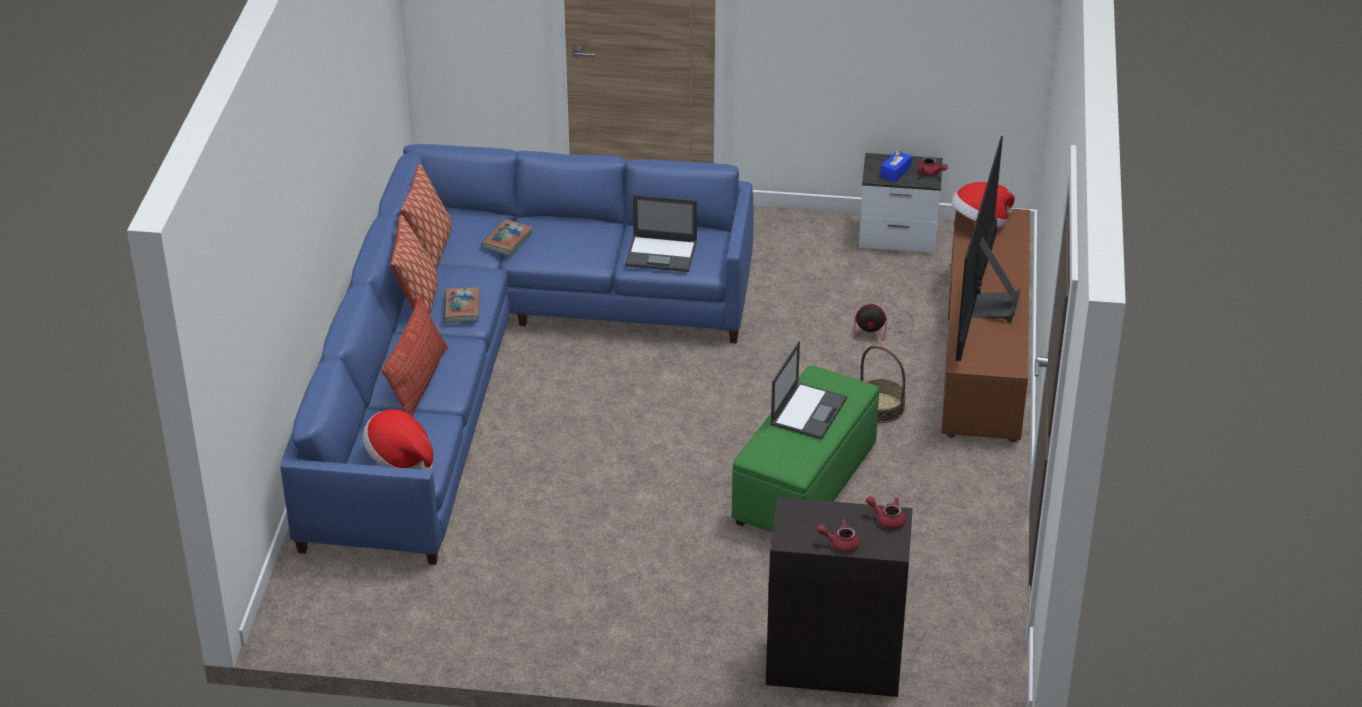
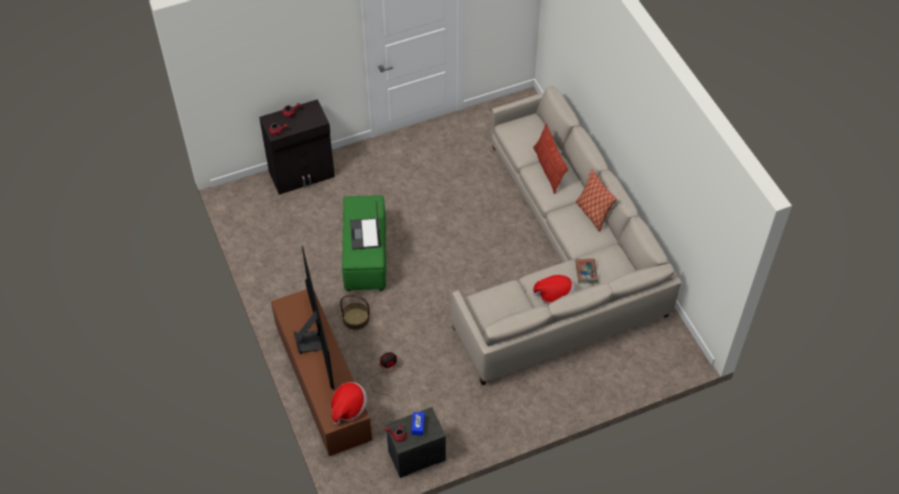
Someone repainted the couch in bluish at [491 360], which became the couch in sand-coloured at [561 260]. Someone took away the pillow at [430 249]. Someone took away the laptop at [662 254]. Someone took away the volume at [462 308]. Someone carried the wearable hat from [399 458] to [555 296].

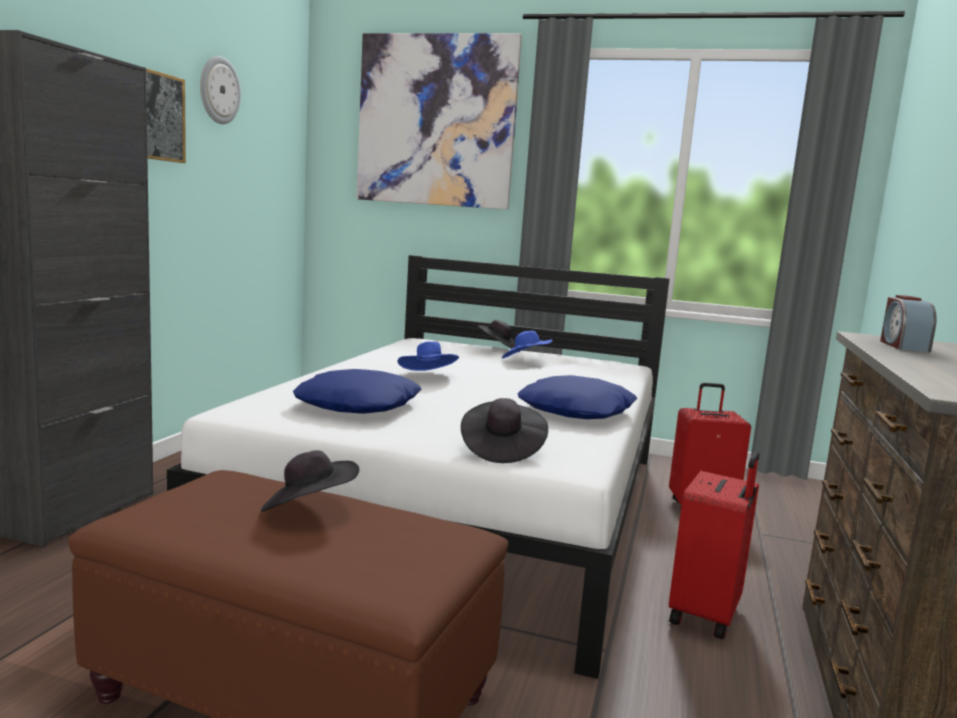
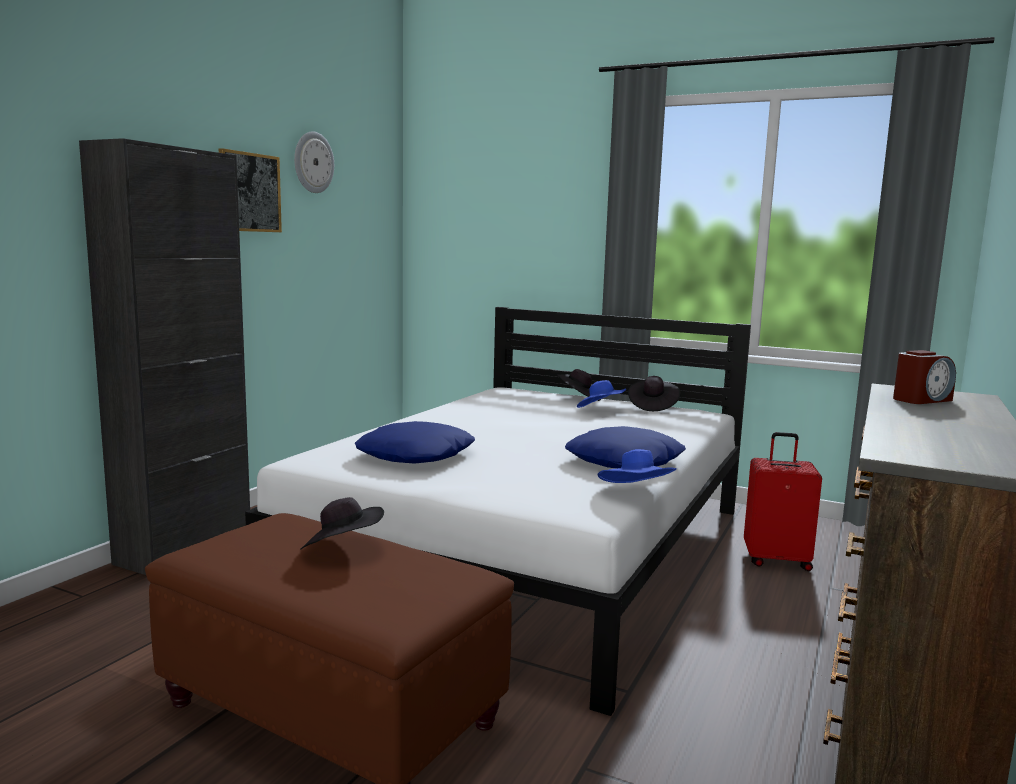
Someone took away the wall art at [436 121]. Someone rotated the table clock at [903 346] by 135 degrees counterclockwise. Someone carried the wearable hat in bluish from [428 376] to [636 493]. Someone carried the wearable hat in black from [501 450] to [652 406]. Someone took away the piece of luggage in red at [707 615].

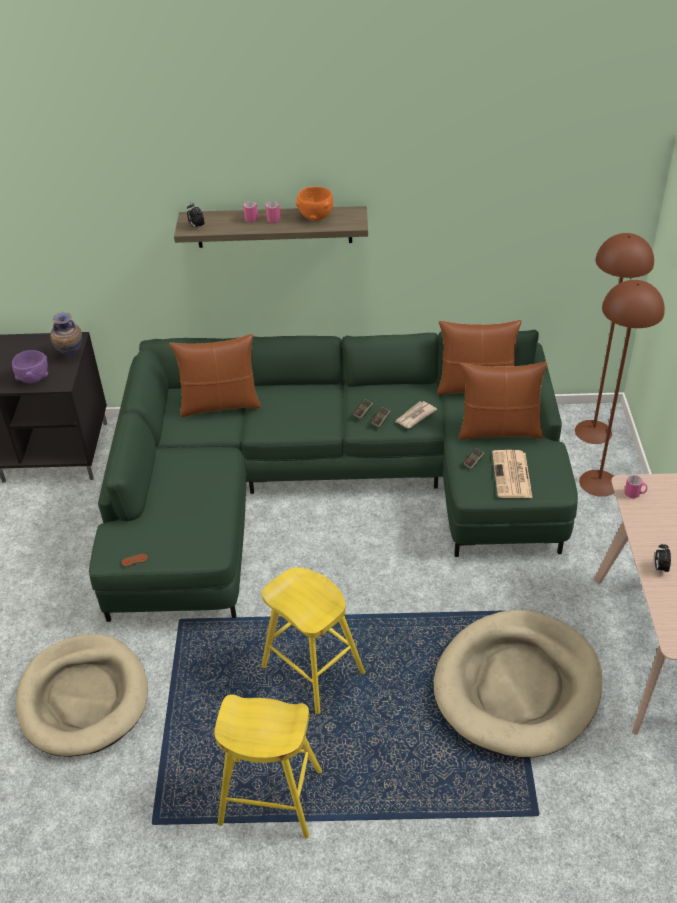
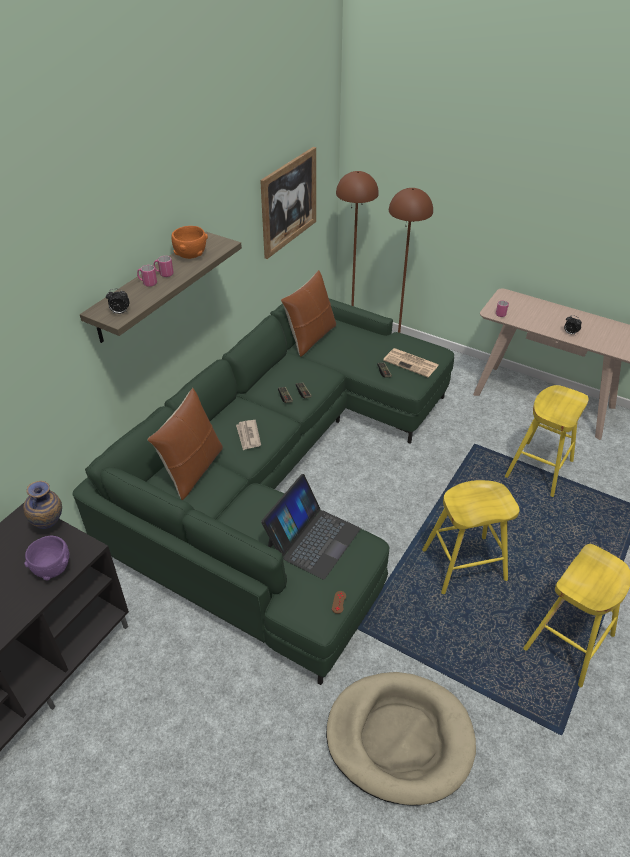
Someone took away the pillow in brownish at [499 430]. Someone carried the printed paper from [414 416] to [248 436]. Someone swapped the pet bed in sand-coloured at [517 686] for the stool seat in yellow-coloured at [539 469]. Someone put up the wall art at [289 202]. Someone put down the laptop at [312 539].

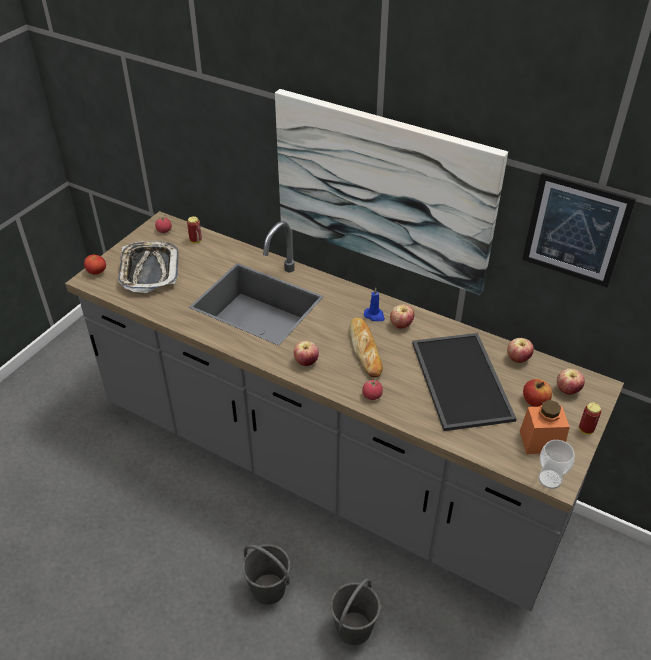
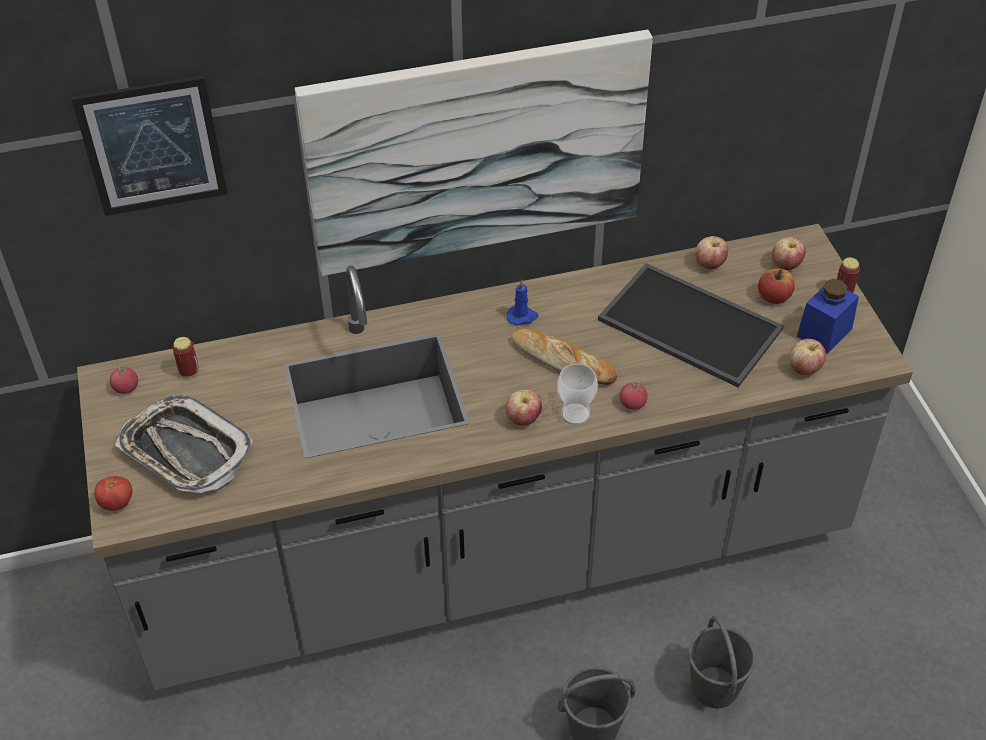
Someone carried the wall art from [575 230] to [152 146]. Someone carried the apple fruit from [401 325] to [804 369]. Someone repainted the storage jar in orangey at [541 441], which became the storage jar in bluish at [824 332]. Someone carried the cup from [550 479] to [575 414].

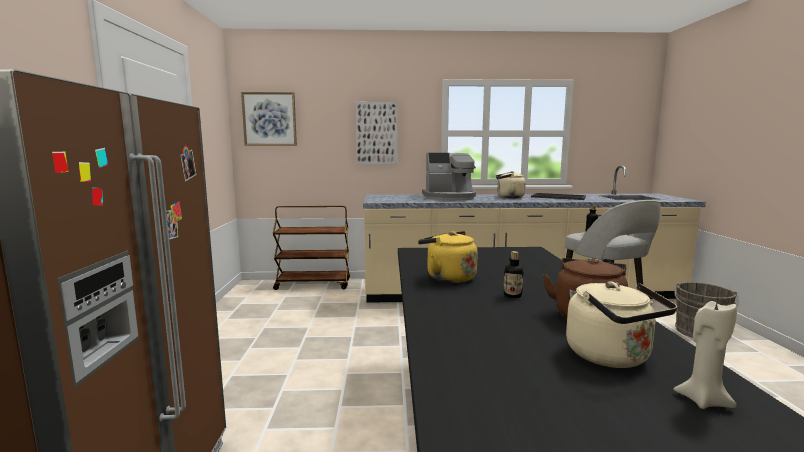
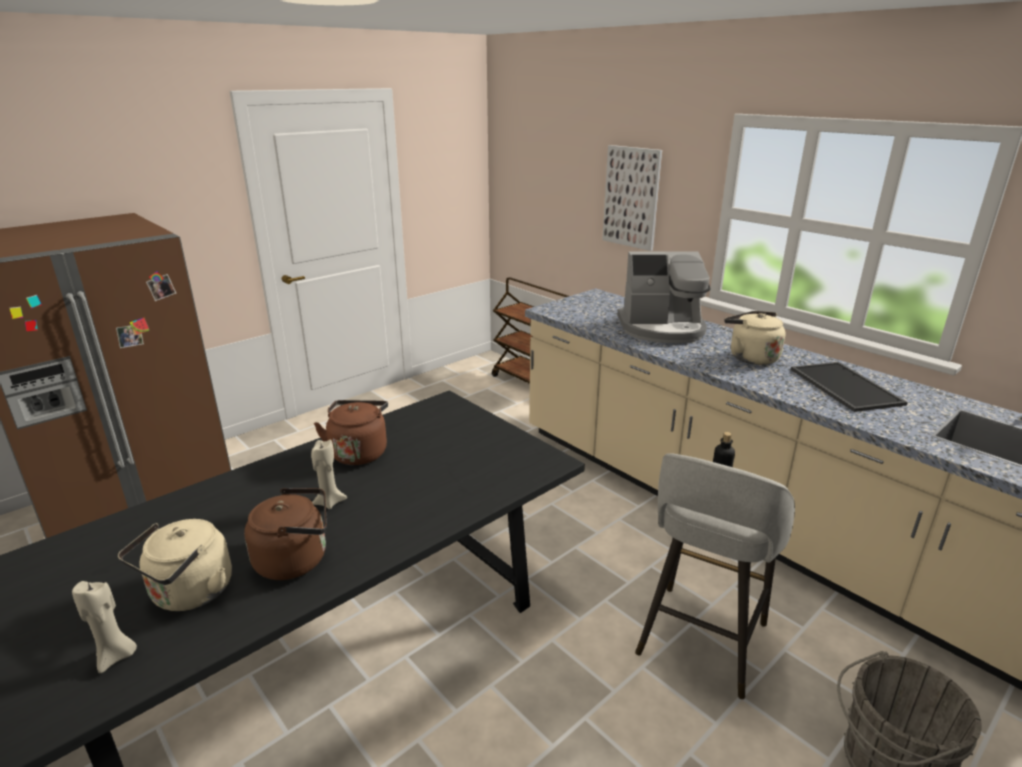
Someone took away the wall art at [269 119]. Someone rotated the coffee machine at [449 197] by 45 degrees counterclockwise. Someone repainted the kettle in yellow-coloured at [448 277], which became the kettle in brownish at [359 452]. Someone swapped the drink bottle at [512 295] for the candle in sand-coloured at [329 502].

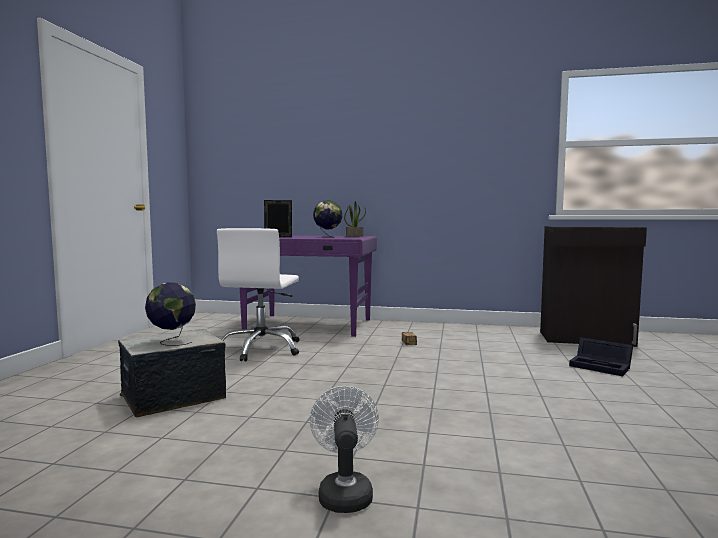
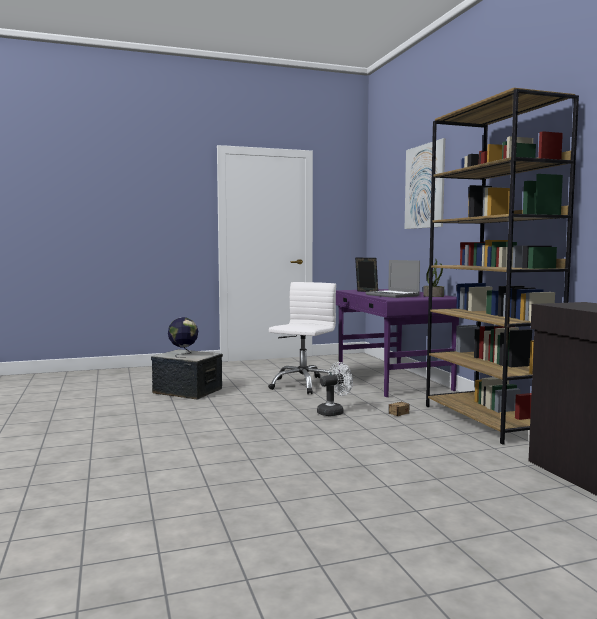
Someone swapped the desk globe at [328 237] for the laptop at [393 295]. Someone rotated the desk chair in white at [262 349] by 135 degrees clockwise. Someone took away the storage container in black at [602 366]. Someone carried the cooling fan in white from [344 492] to [333 412]. Someone put down the bookshelf in brownish at [489 420]. Someone put up the wall art at [424 186].

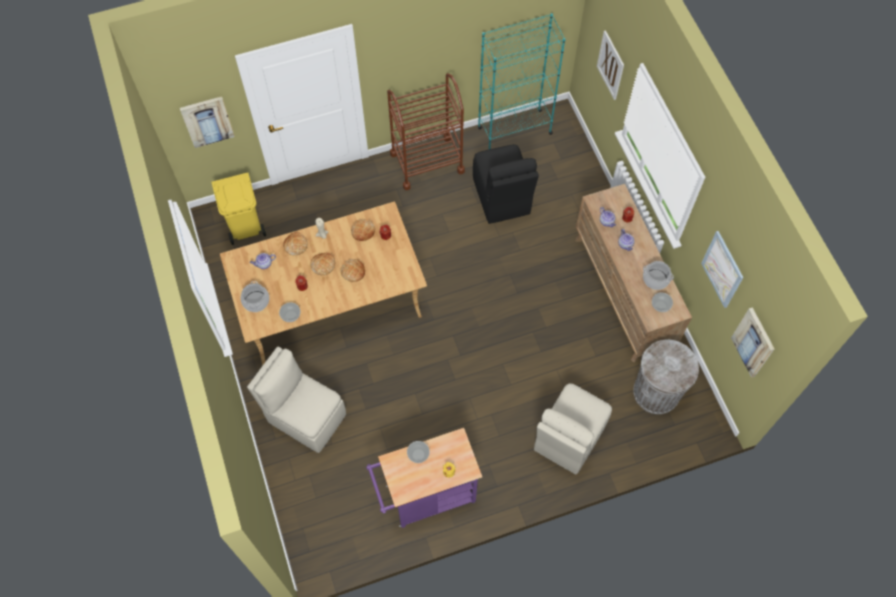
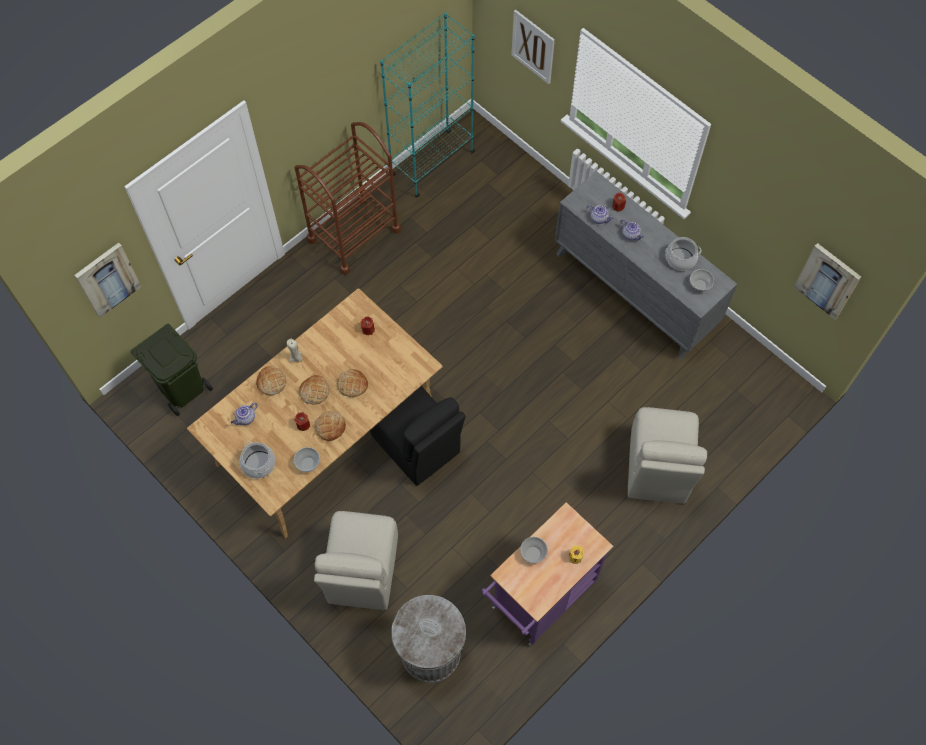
Someone carried the plain chair in black from [501 197] to [416 445]. Someone repainted the waste bin in yellow-coloured at [246 226], which became the waste bin in green at [183 388]. Someone repainted the dresser in brownish at [623 292], which became the dresser in gray at [634 291]. Someone carried the bread from [363 231] to [330 427]. Someone took away the wall art at [722 269]. Someone carried the waste bin in gray from [656 392] to [431 652]. Someone rotated the plain chair in sand-coloured at [305 416] by 90 degrees counterclockwise.

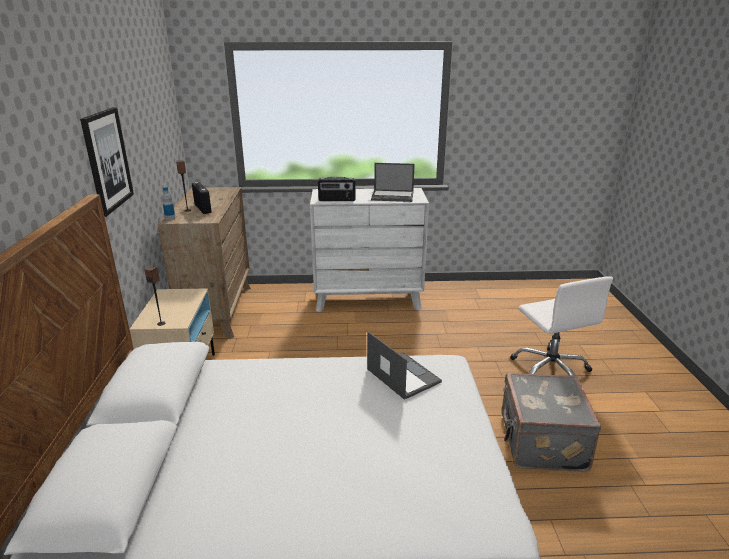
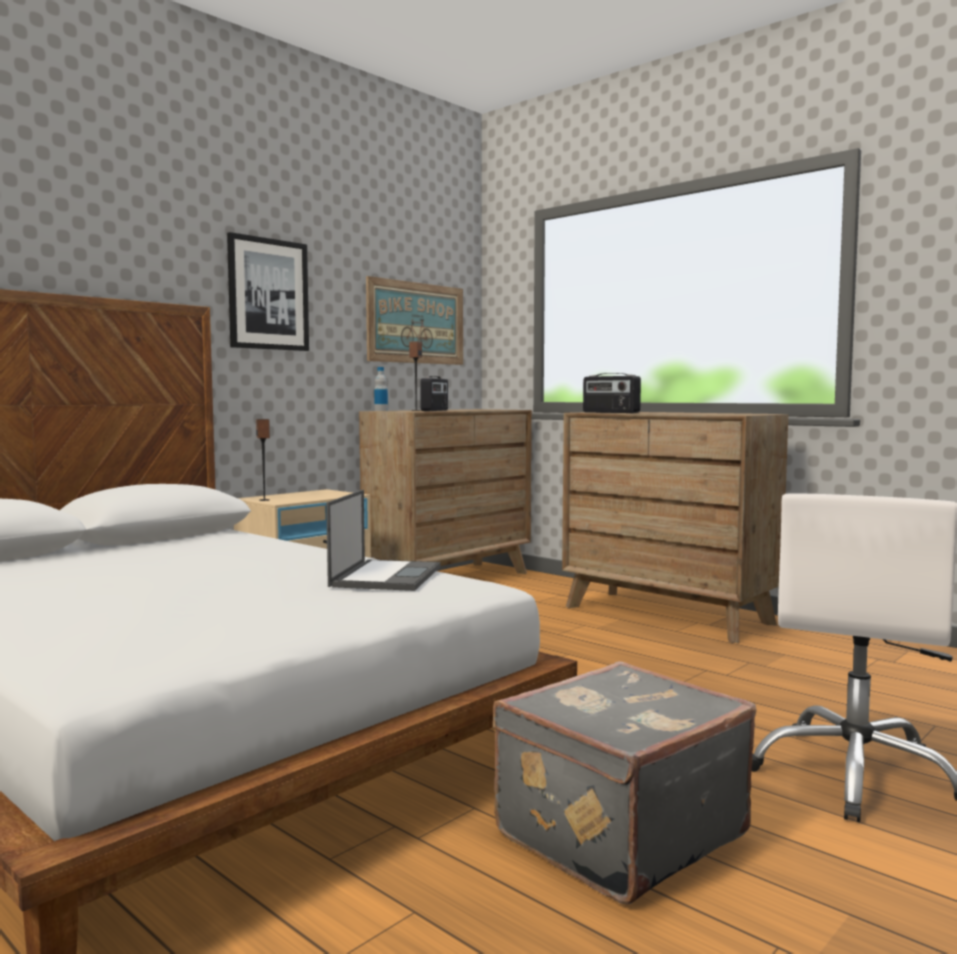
Someone took away the laptop at [393 196]. Someone repainted the dresser in white at [368 299], which became the dresser in brownish at [667 615]. Someone put up the wall art at [416 323].

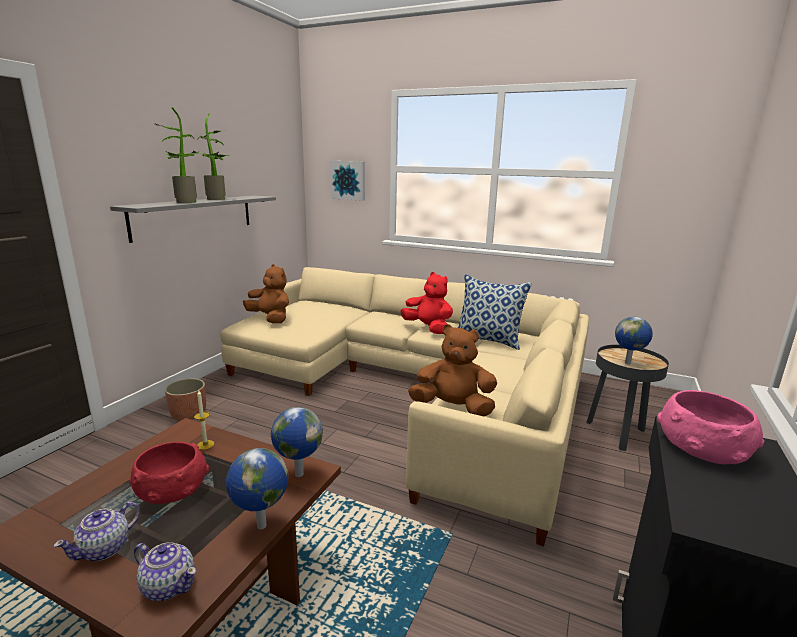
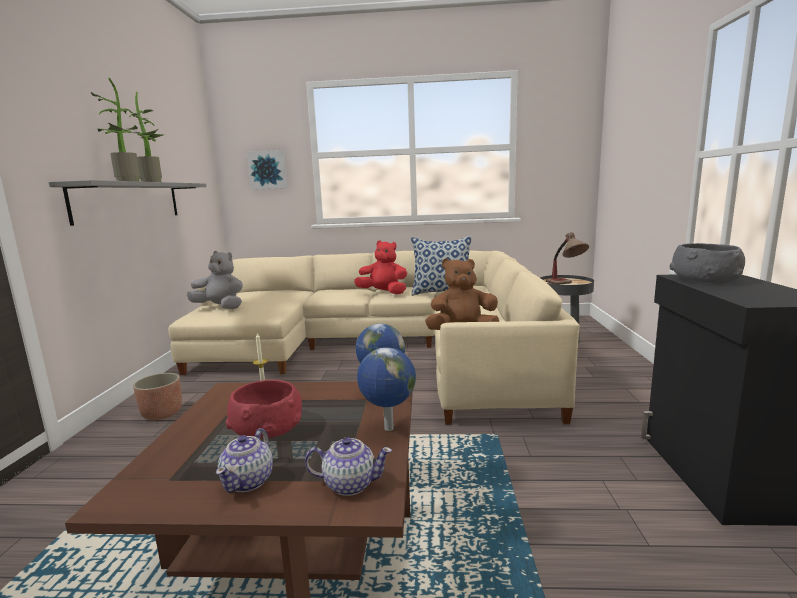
Someone repainted the cuddly toy in brownish at [270 319], which became the cuddly toy in gray at [220 307]. Someone swapped the desk globe at [628 363] for the table lamp at [566 284]. Someone repainted the deep dish in pinkish at [703 447], which became the deep dish in gray at [704 280].

